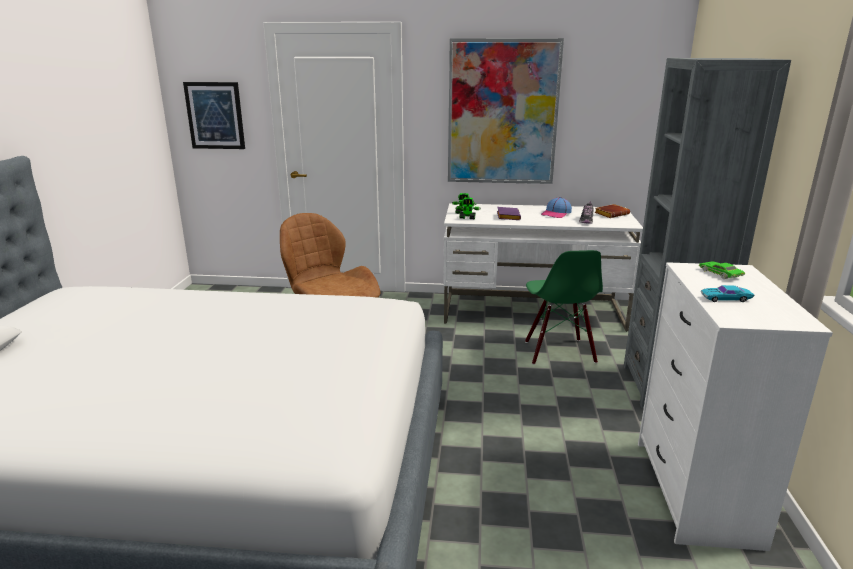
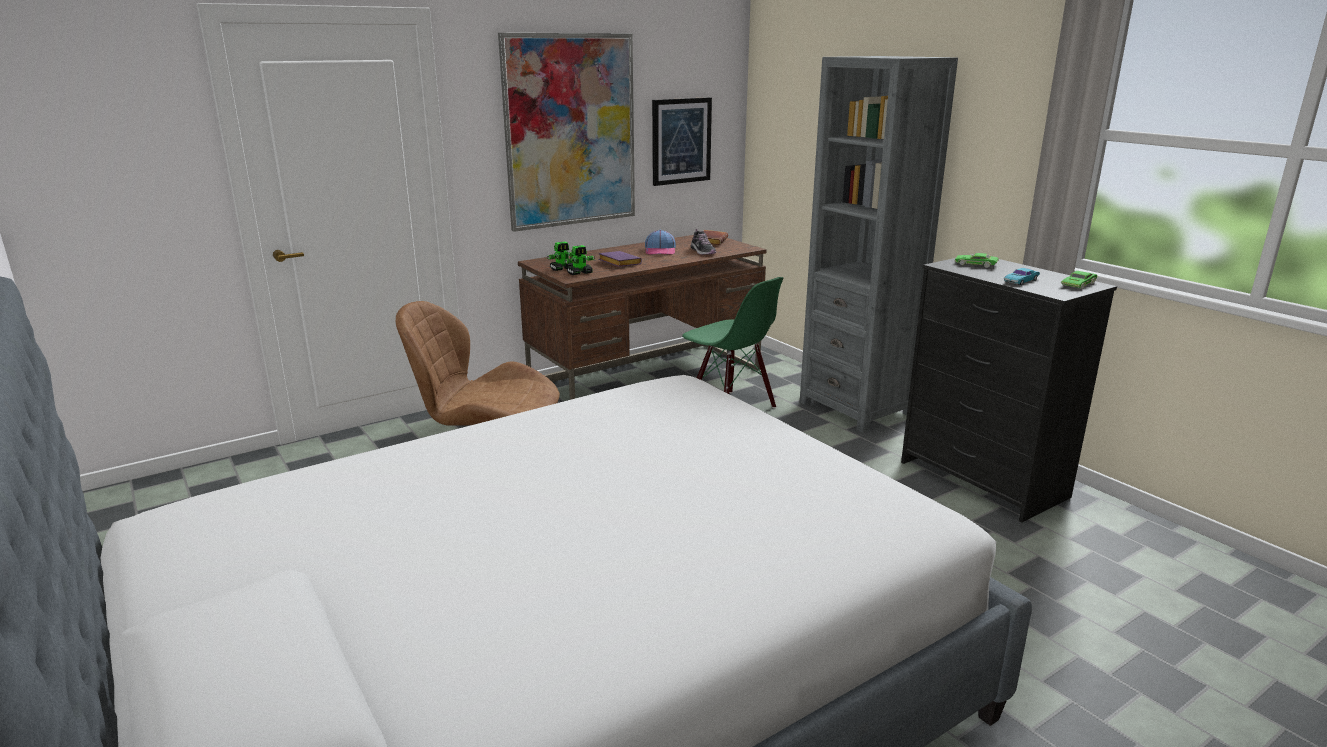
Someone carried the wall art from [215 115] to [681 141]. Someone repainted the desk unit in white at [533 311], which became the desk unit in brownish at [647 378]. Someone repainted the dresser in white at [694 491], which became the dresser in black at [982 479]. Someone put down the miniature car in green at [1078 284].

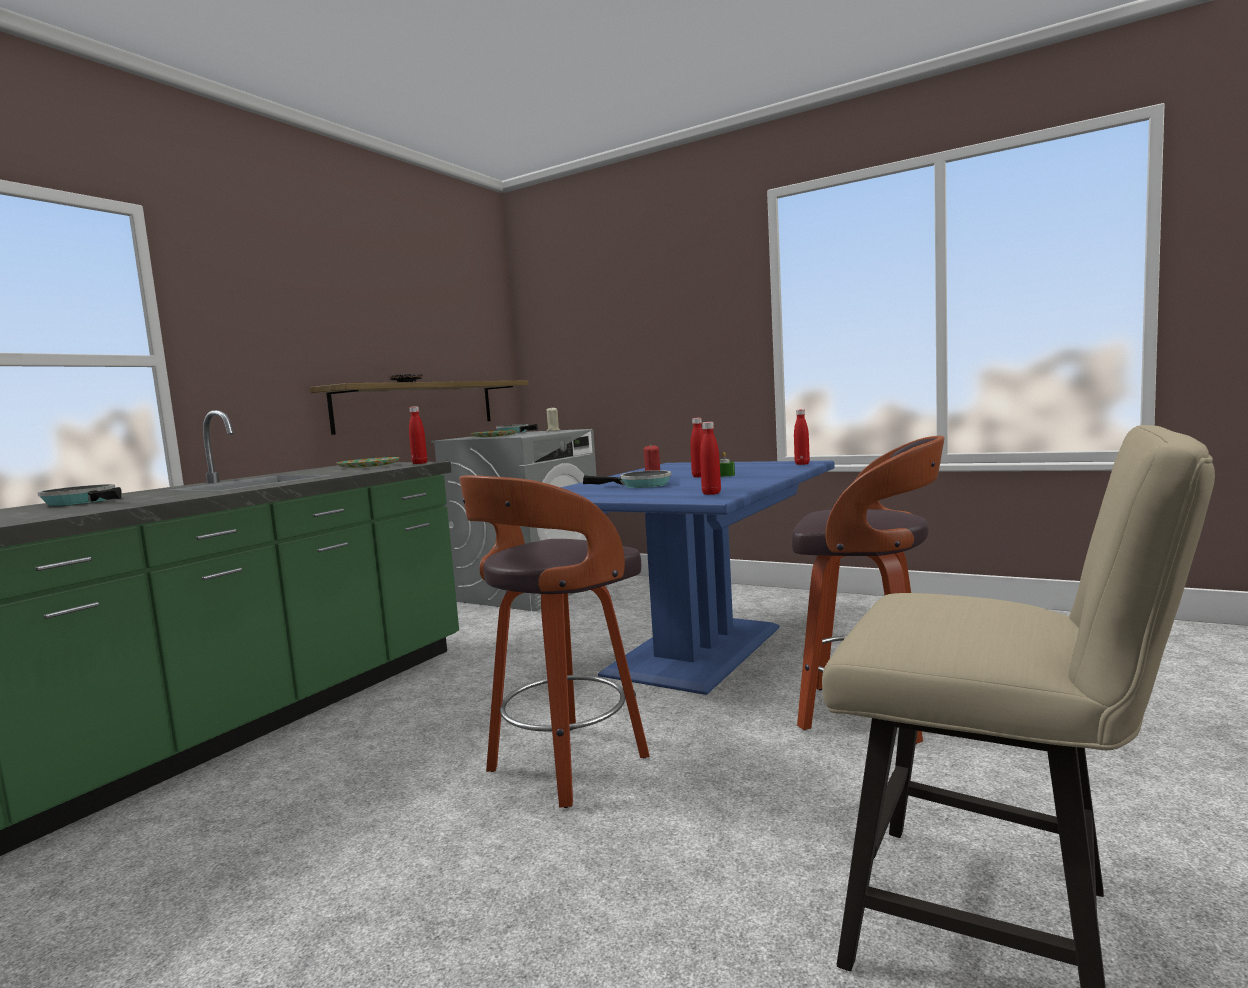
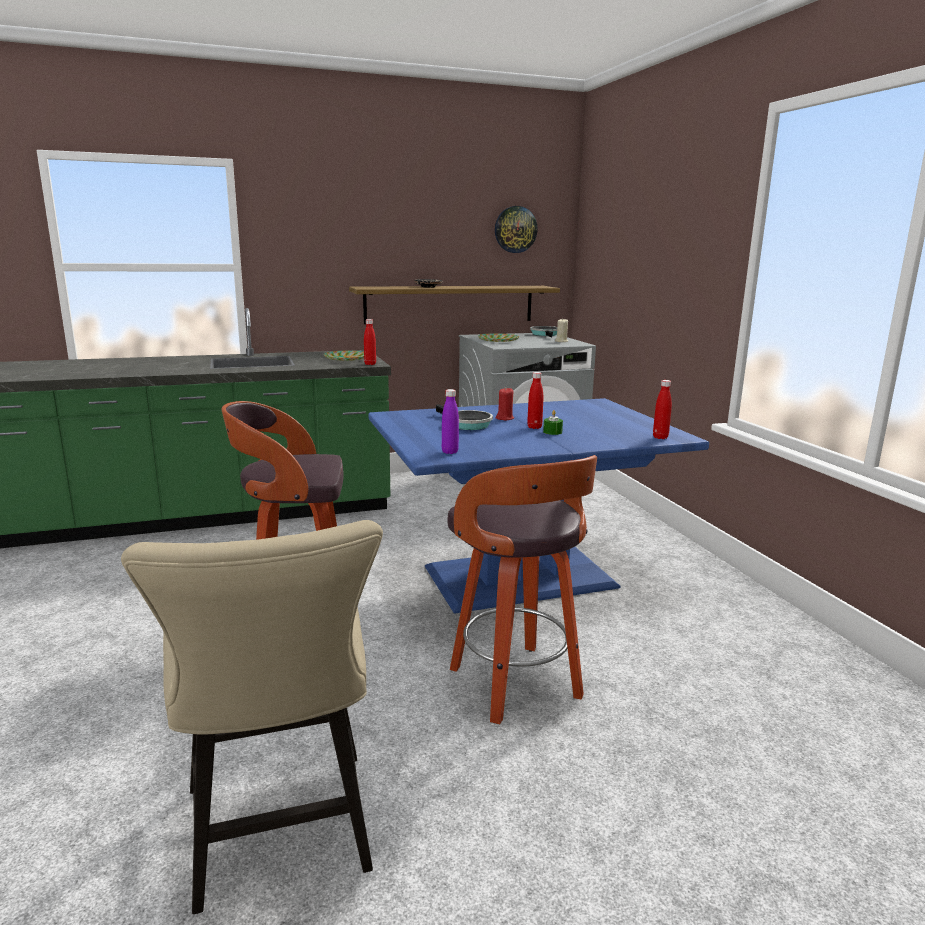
Someone repainted the drink bottle in red at [711 493], which became the drink bottle in purple at [450 452]. Someone took away the pan at [83 502]. Someone put up the hanging clock at [515 229].

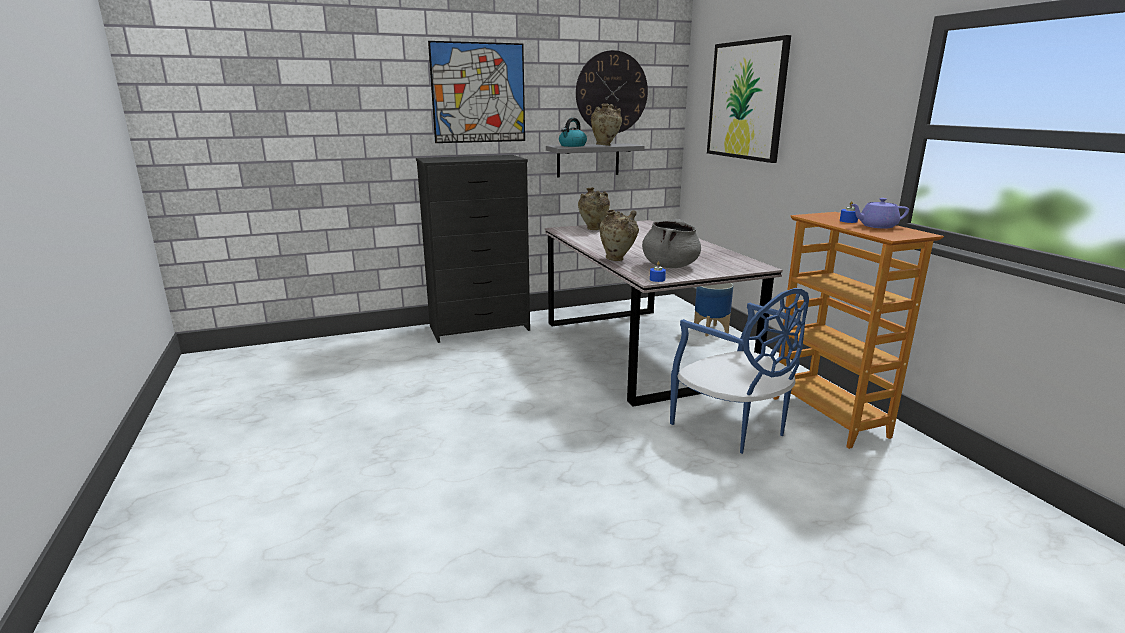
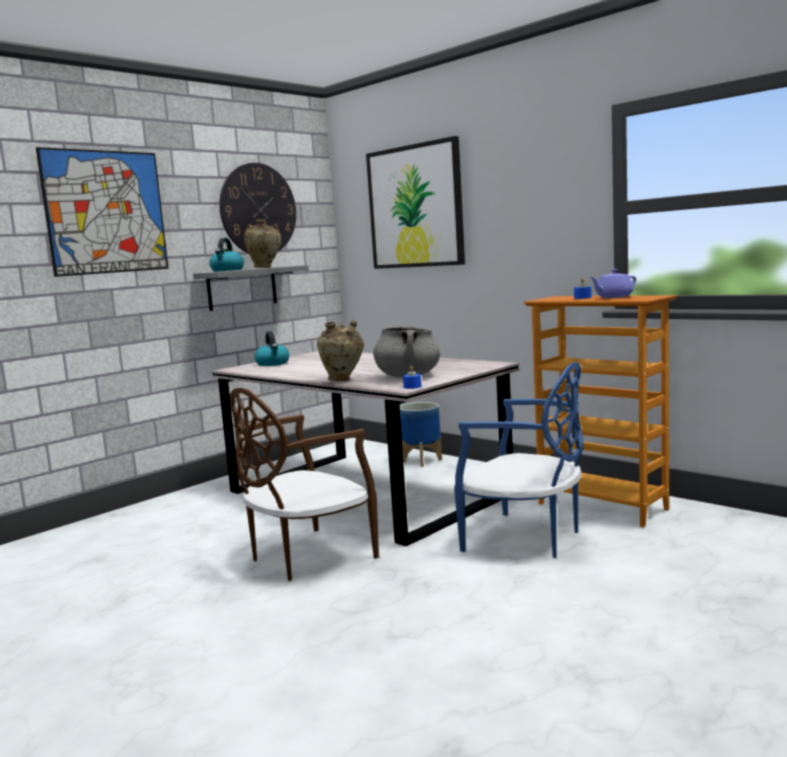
Someone took away the dresser in black at [480 328]. Someone swapped the decorative vase in sand-coloured at [593 229] for the kettle at [273 364]. Someone put down the plain chair in brownish at [307 556].

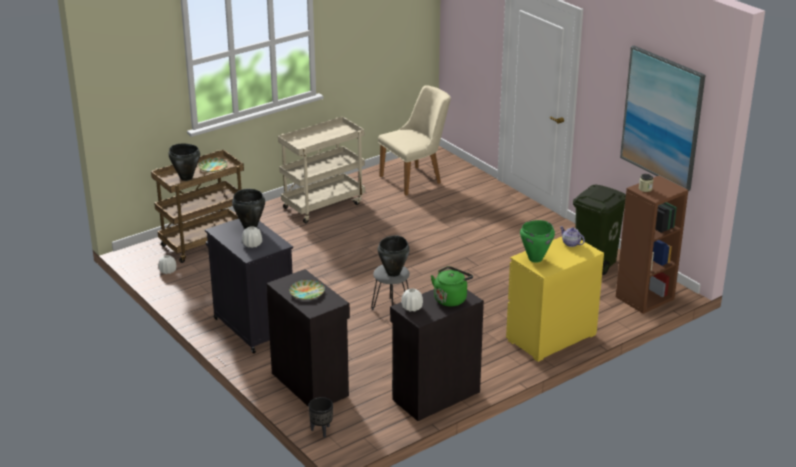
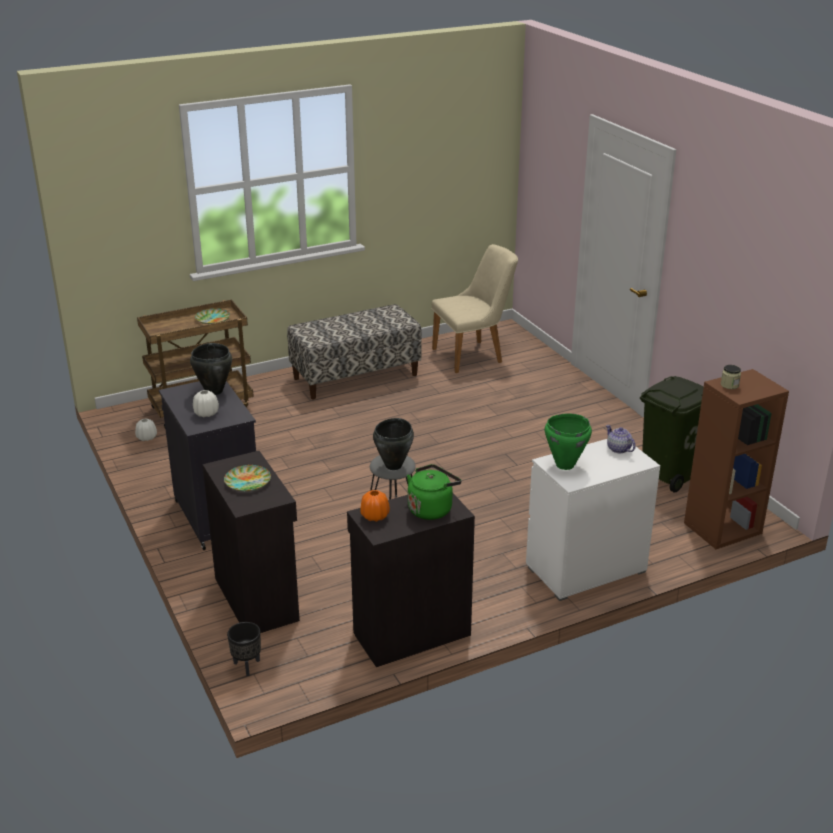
Someone took away the wall art at [662 117]. Someone swapped the wheeled cart in sand-coloured at [323 205] for the long seat at [355 376]. Someone took away the saucepot in black at [186 177]. Someone repainted the dresser in yellow-coloured at [550 337], which became the dresser in white at [585 569]. Someone repainted the decorative vase in white at [412 308], which became the decorative vase in orangey at [374 516].

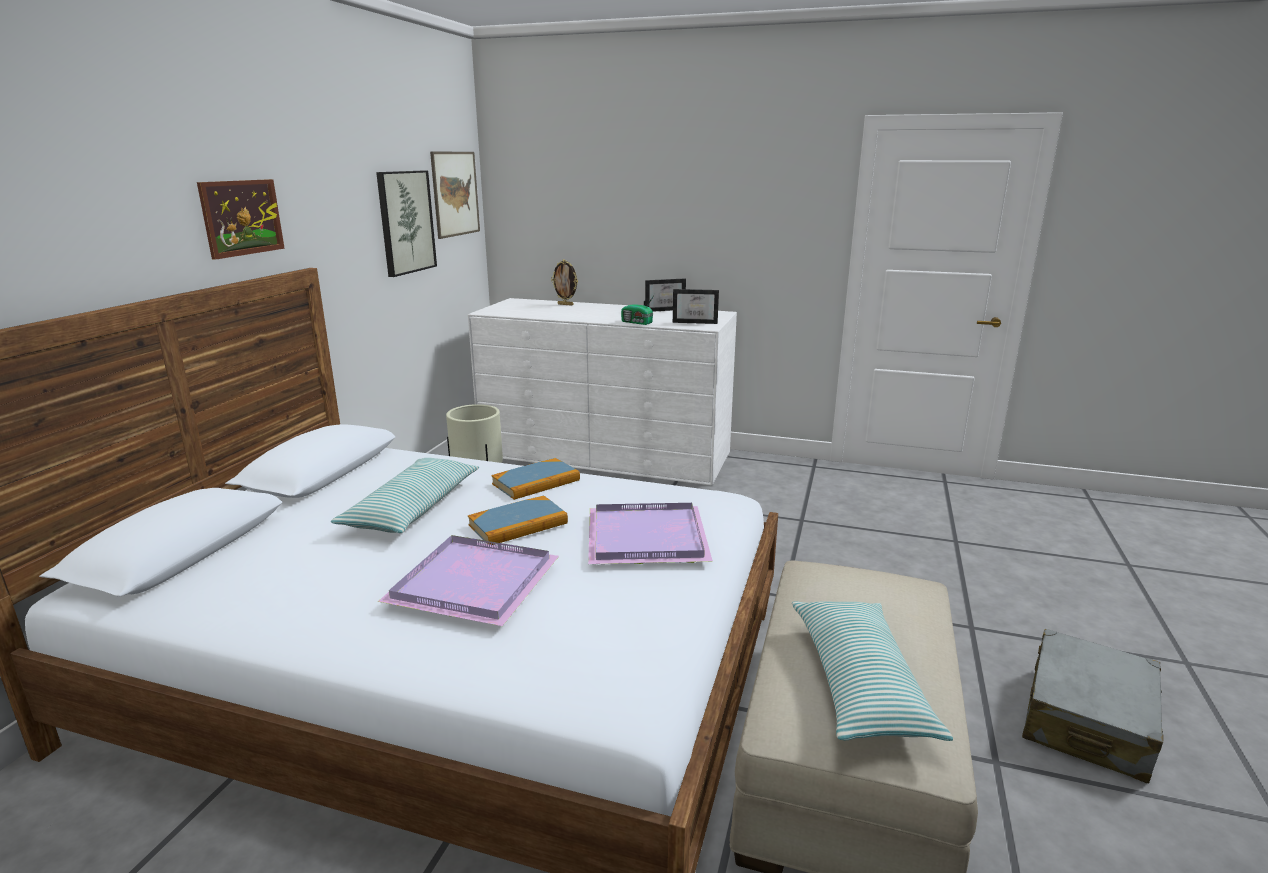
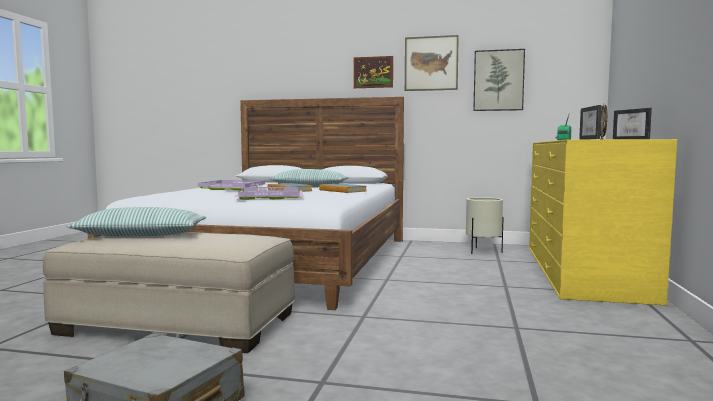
Someone carried the wall art from [455 194] to [431 63]. Someone repainted the dresser in white at [605 454], which became the dresser in yellow-coloured at [582 270].

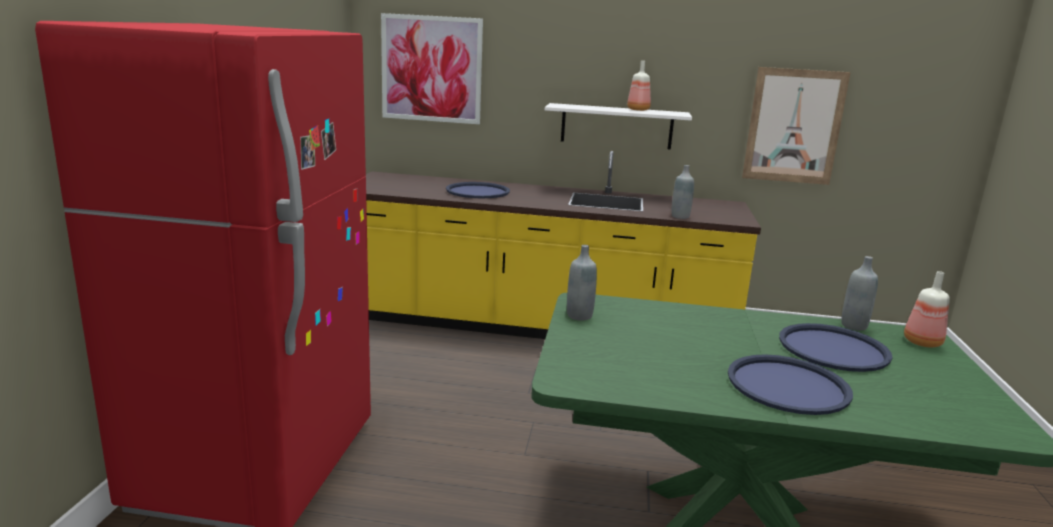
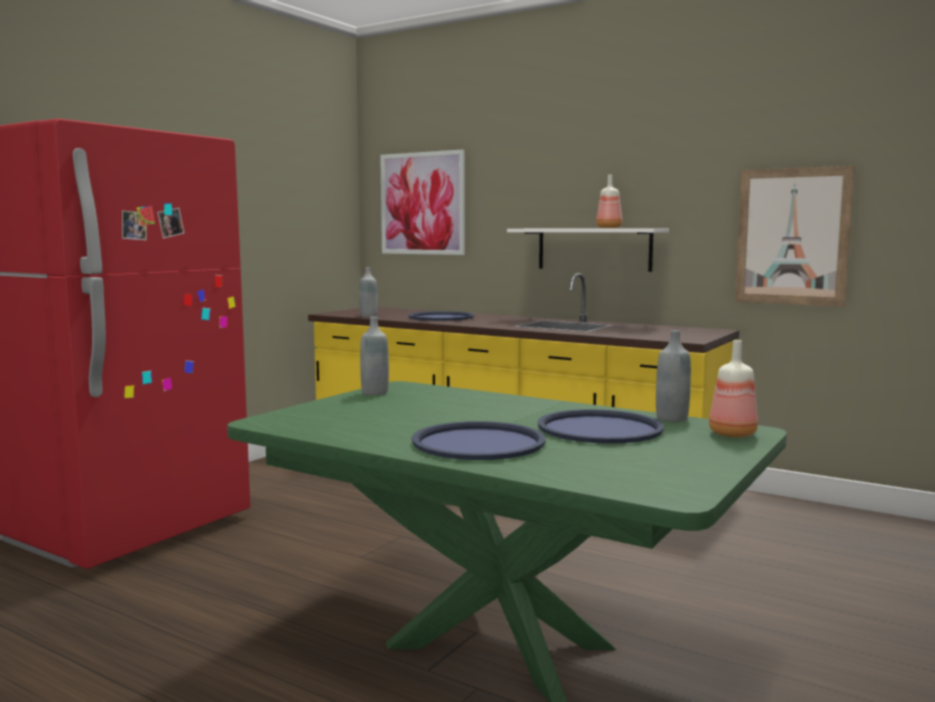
Someone carried the drink bottle in gray from [680 216] to [368 316].

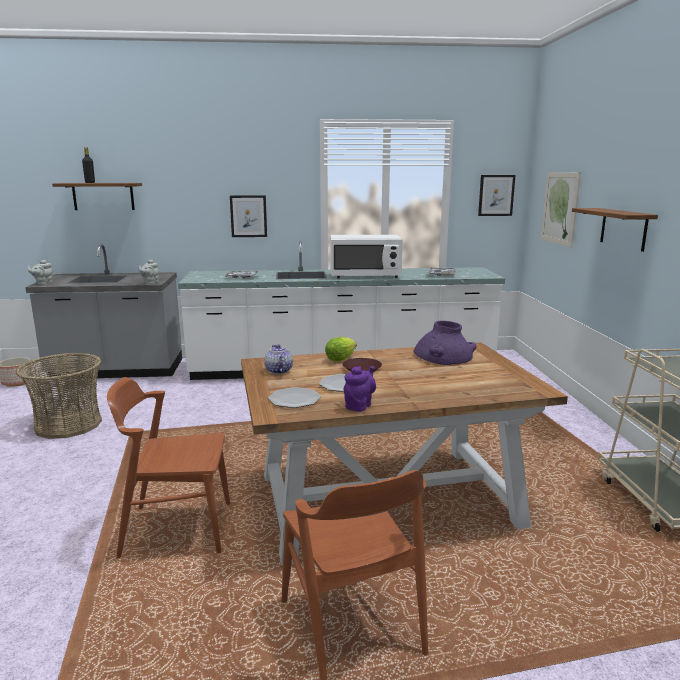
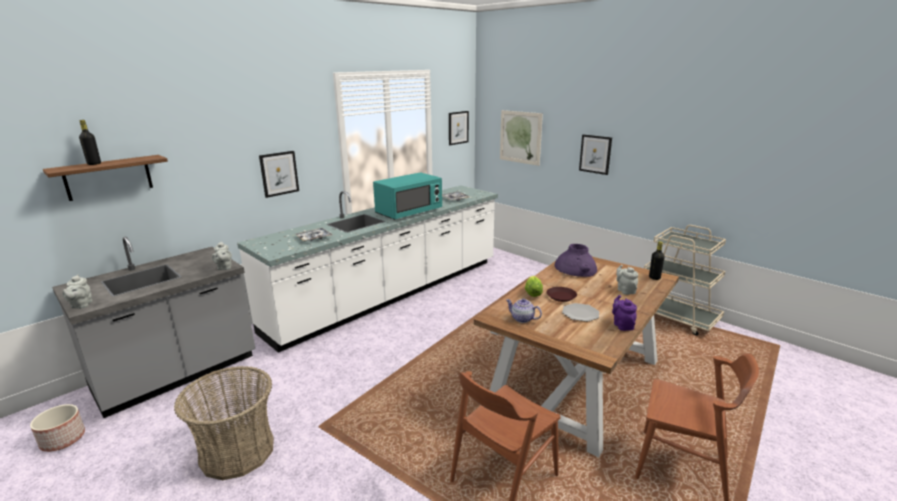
Someone swapped the shelf at [623 228] for the wall art at [595 154]. Someone repainted the microwave oven in white at [365 276], which became the microwave oven in blue-green at [409 212]. Someone took away the plate at [294 399]. Someone put down the drink bottle in black at [654 277]. Someone put down the tea pot in gray at [625 290].

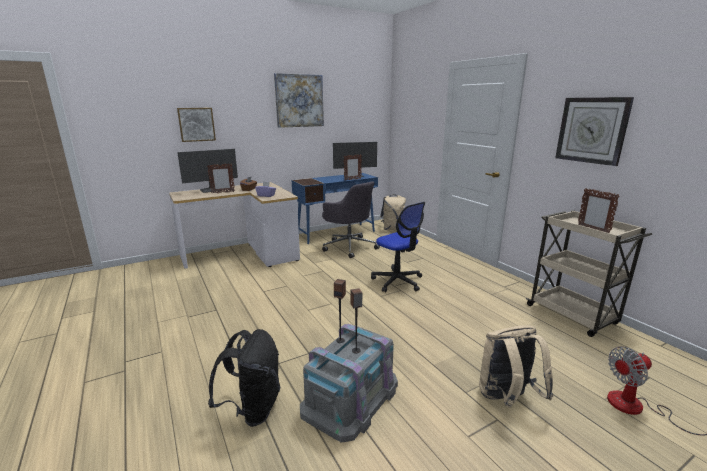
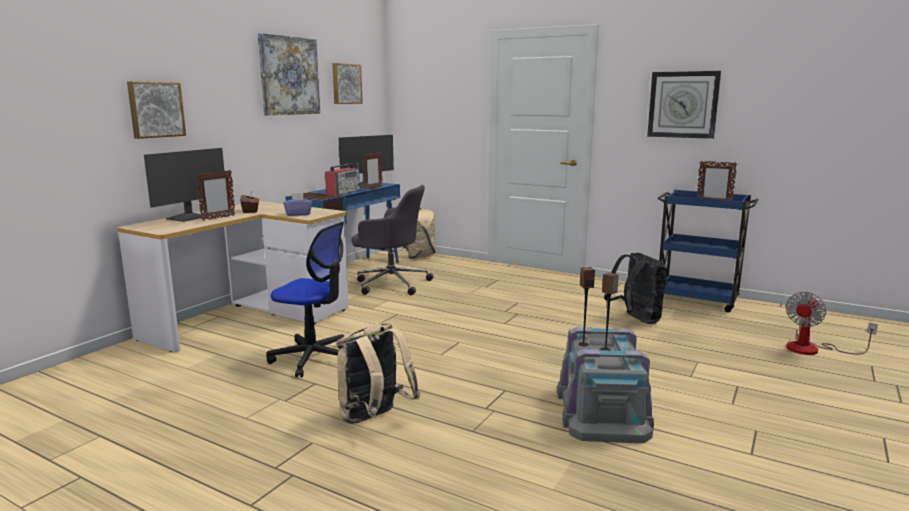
Someone carried the desk chair from [397 281] to [313 358]. Someone repainted the wheeled cart in sand-coloured at [572 315], which became the wheeled cart in bluish at [697 300]. Someone carried the rucksack in sand-coloured from [506 399] to [374 418]. Someone carried the rucksack in black from [252 408] to [636 320]. Someone put up the wall art at [346 84]. Someone put down the radio set at [343 192].

